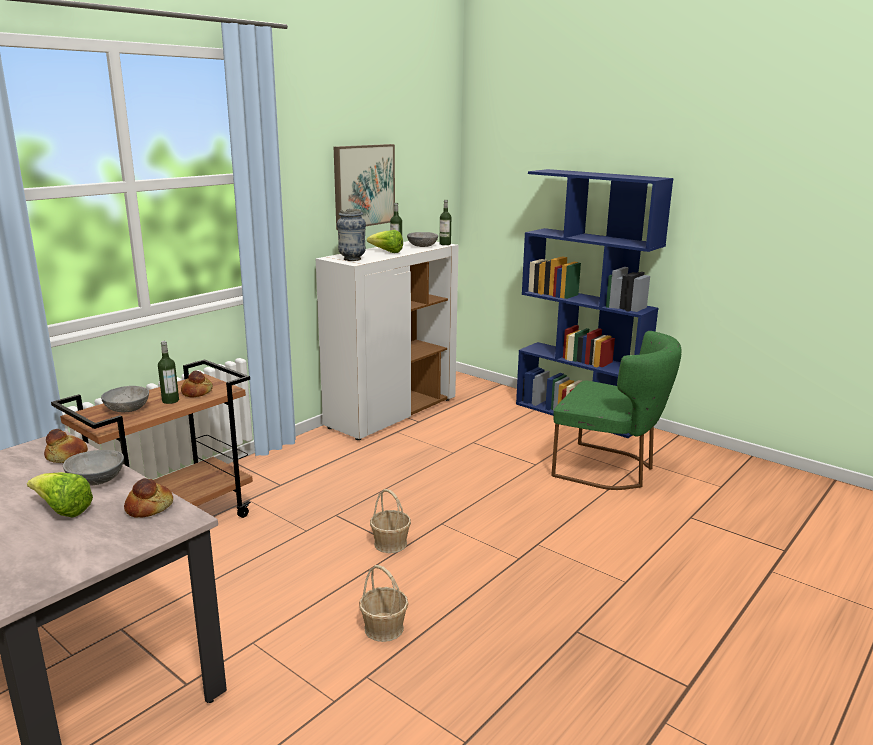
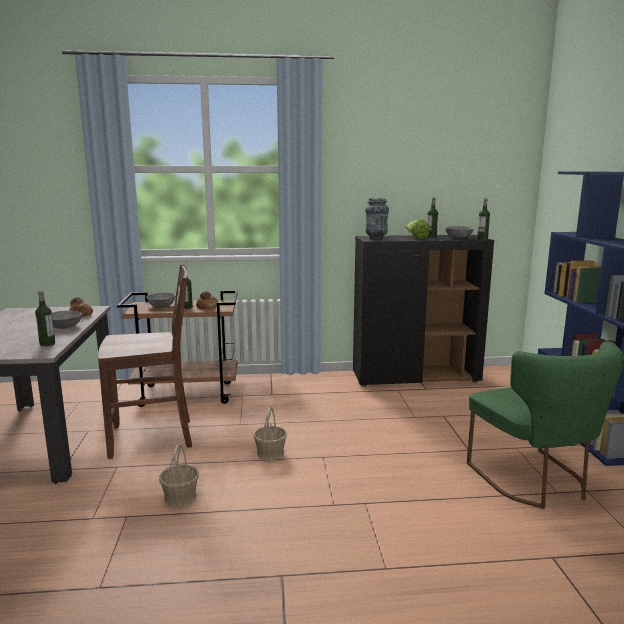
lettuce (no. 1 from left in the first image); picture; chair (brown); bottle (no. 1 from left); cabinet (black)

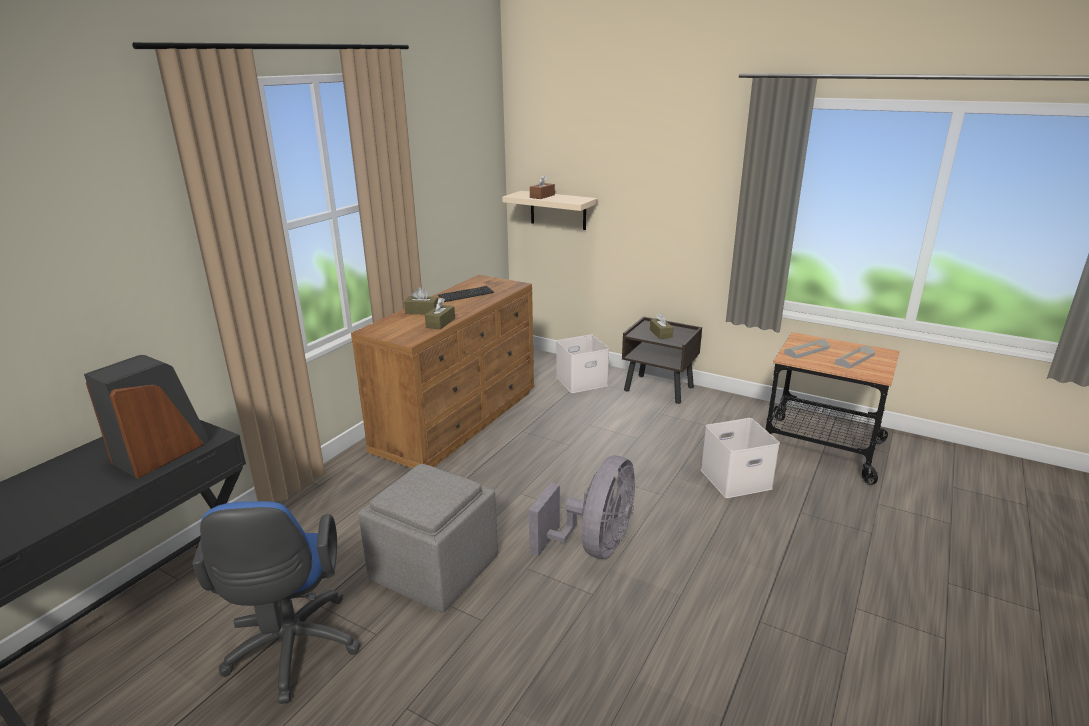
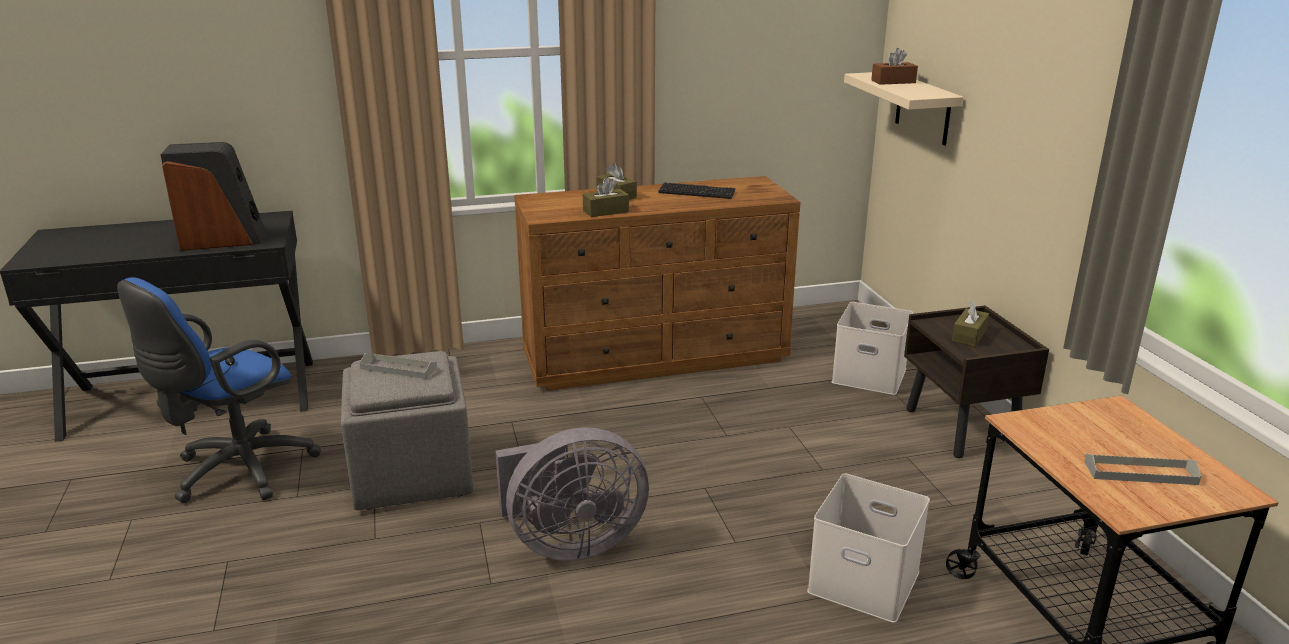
tray (grey) (no. 1 from left)

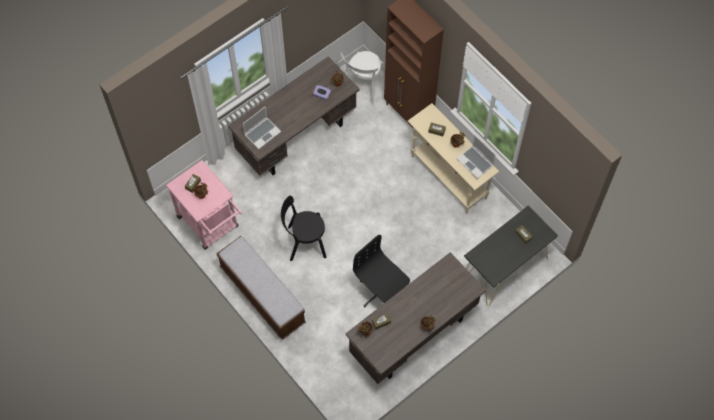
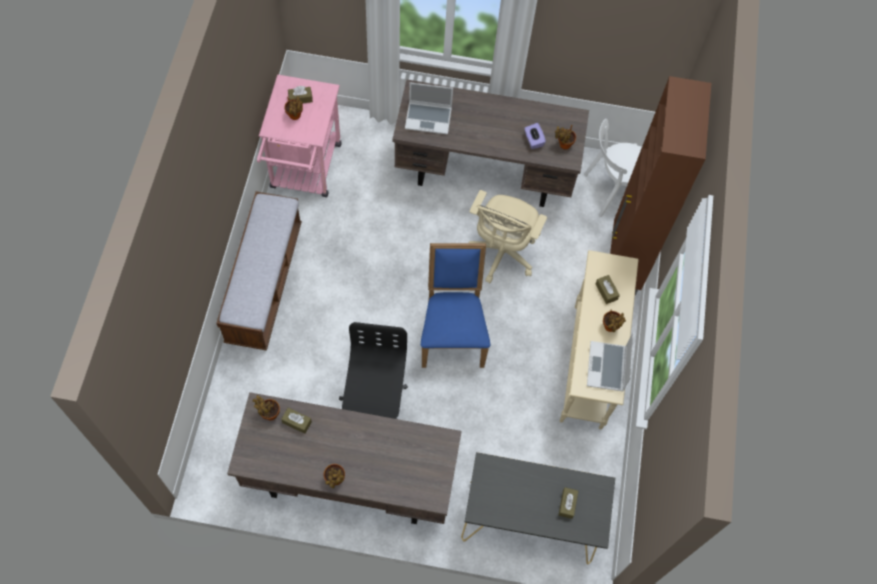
chair (black); chair (blue); office chair (beige)

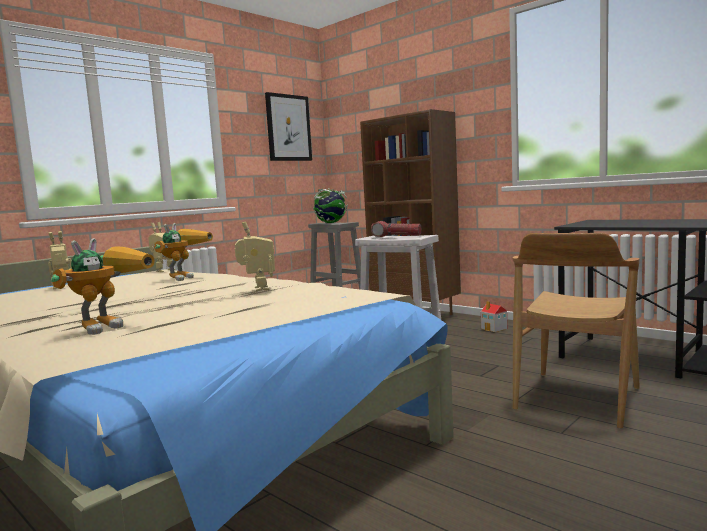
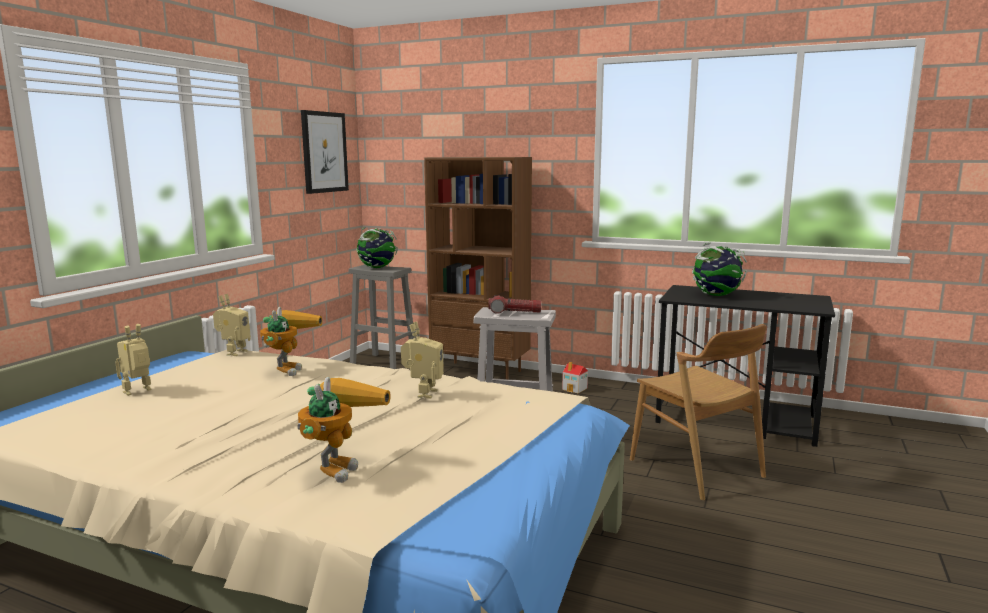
globe (no. 2 from left); toy robot (no. 5 from left); chair (brown)

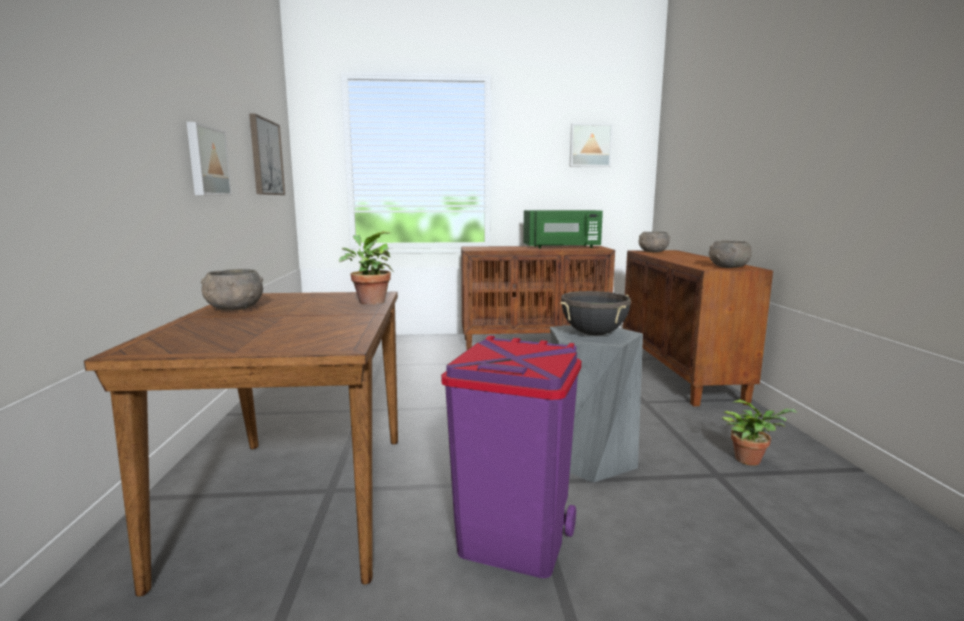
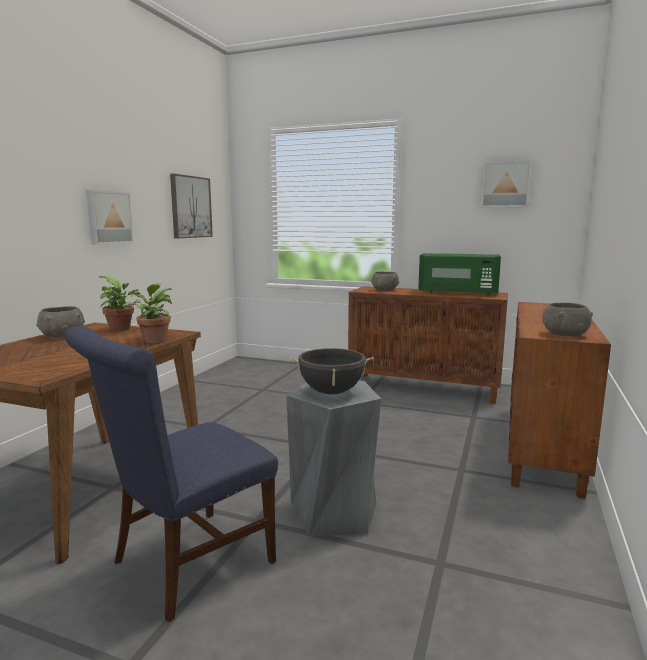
bowl (grey) (no. 2 from left); potted plant (no. 1 from left); chair (blue)

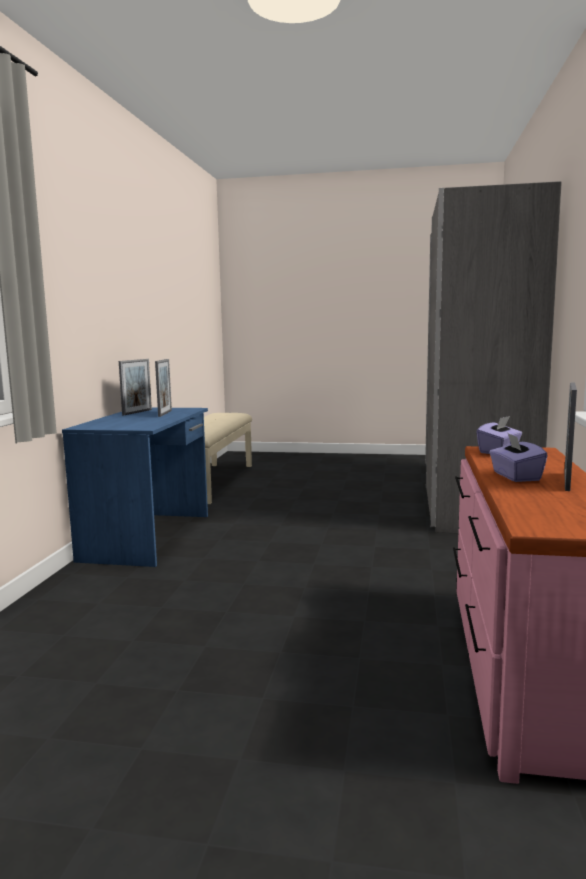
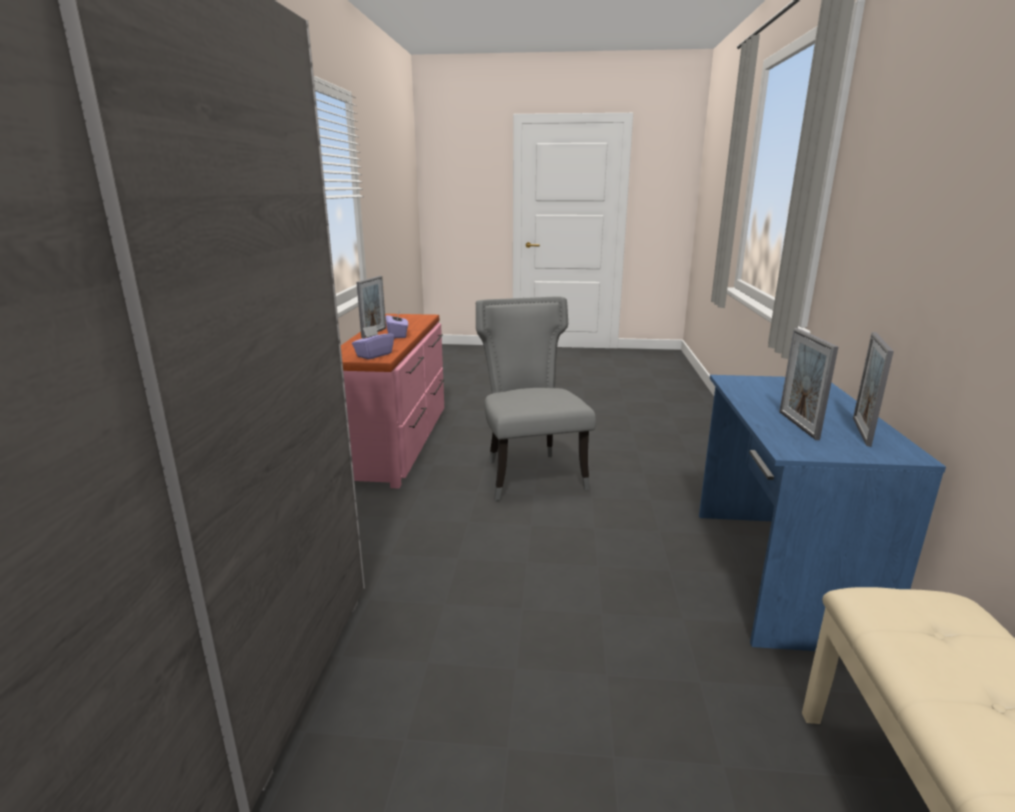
chair (grey)

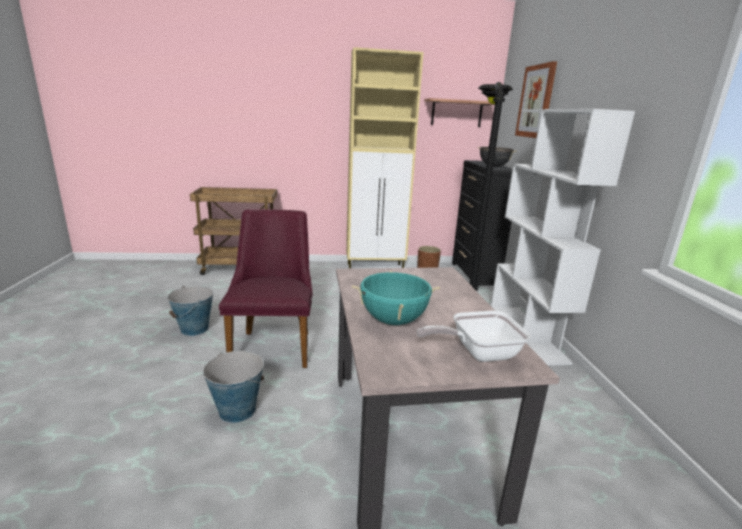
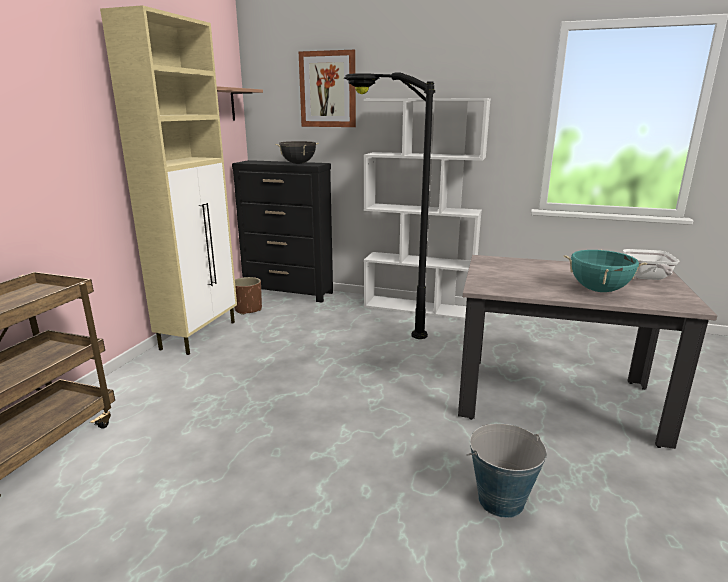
bucket (no. 1 from left in the first image); chair (purple)

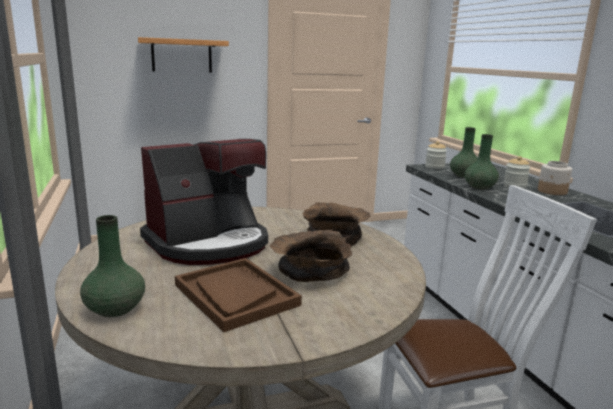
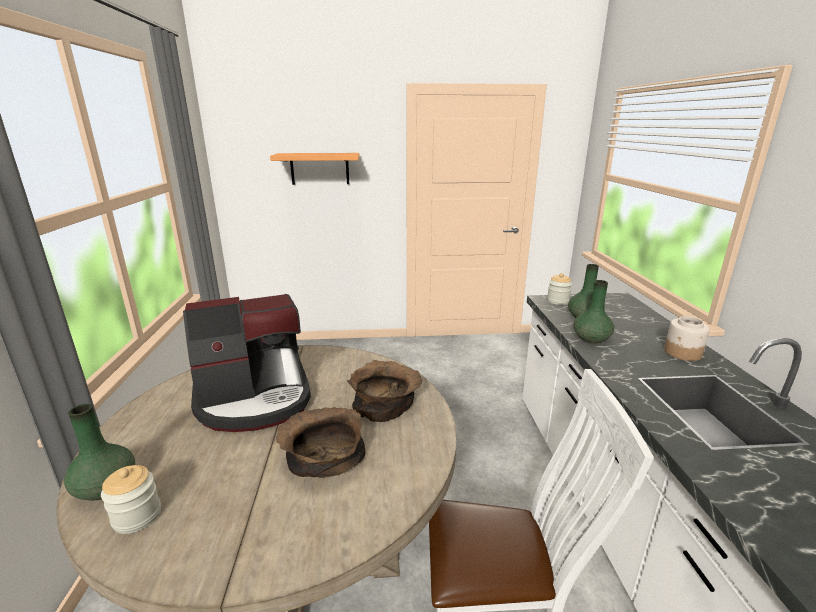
tray (brown); jar (no. 1 from left)

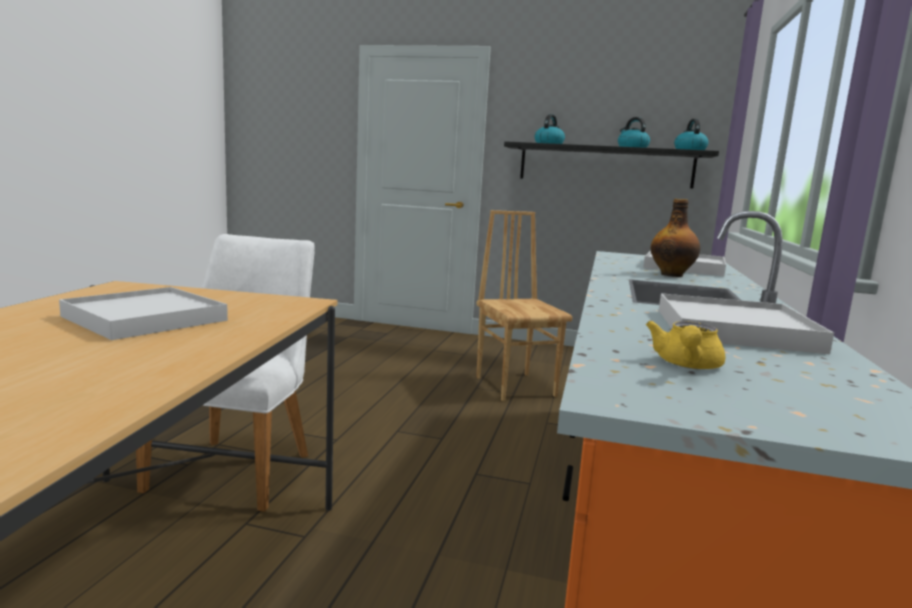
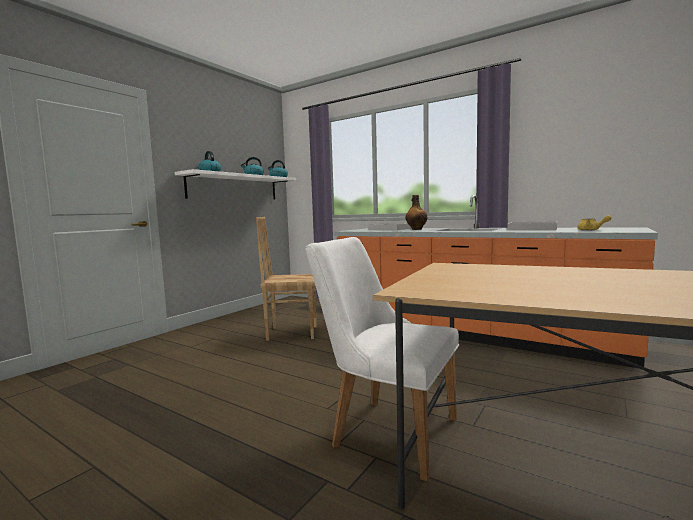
tray (white) (no. 1 from left in the first image); shelf (white)

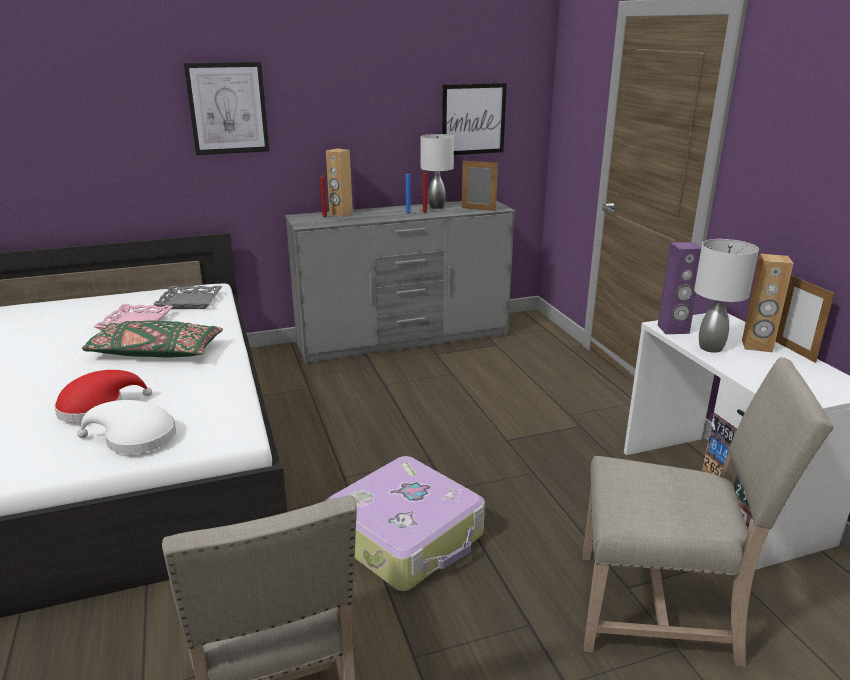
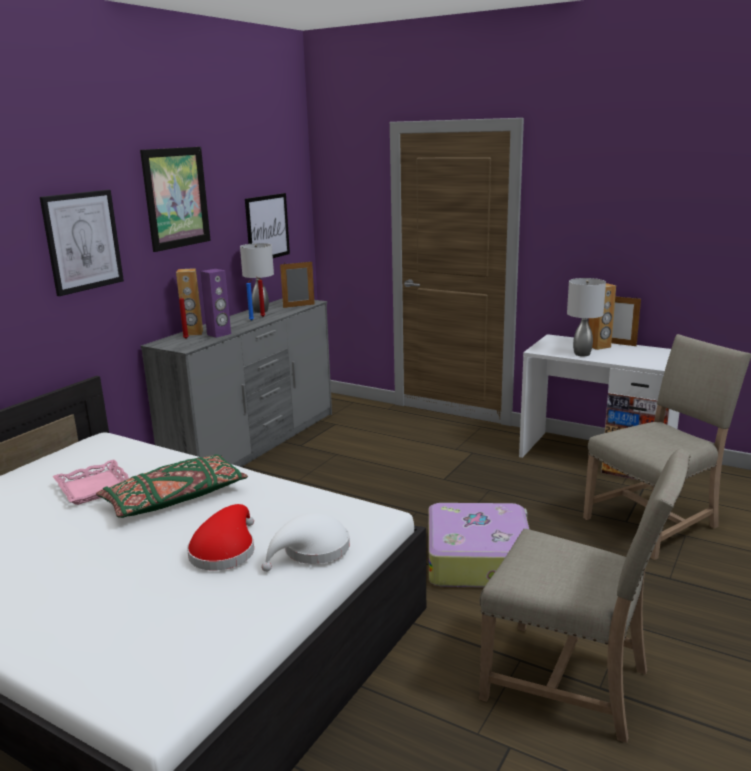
tray (grey); picture (no. 2 from left); speaker (purple)

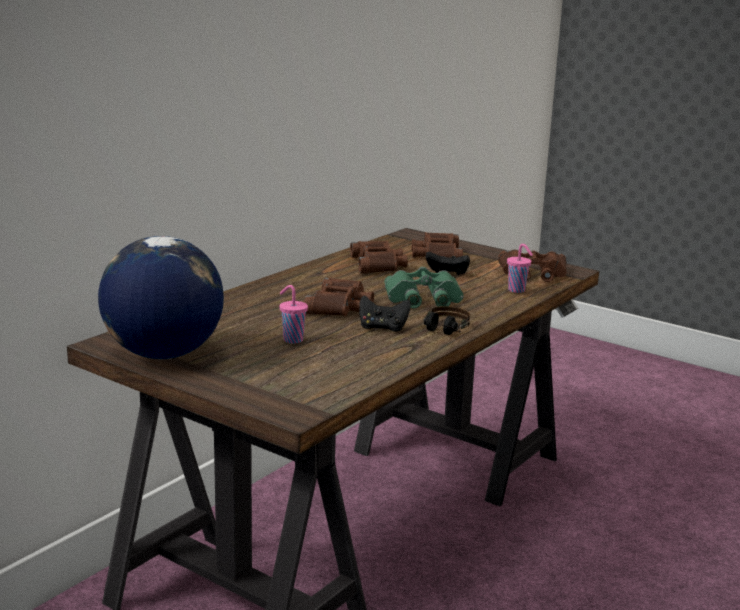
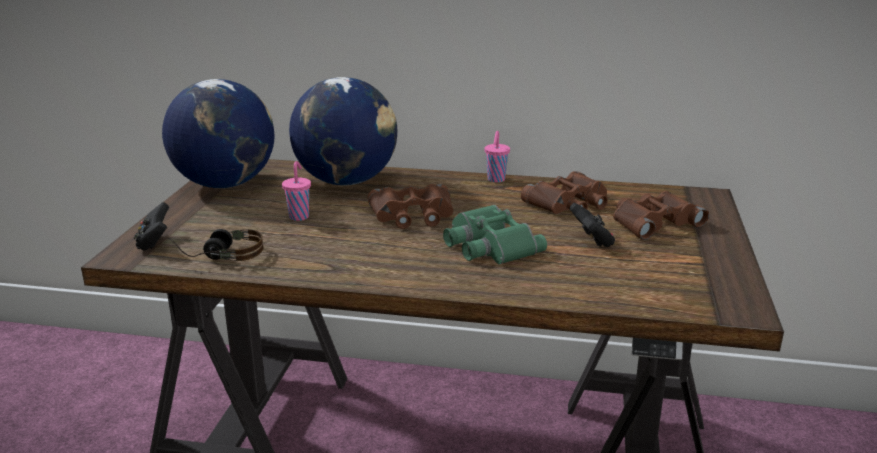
binoculars (brown) (no. 4 from left in the first image); globe (no. 2 from left); game controller (black) (no. 1 from left); headphones; cup (pink) (no. 2 from left)

